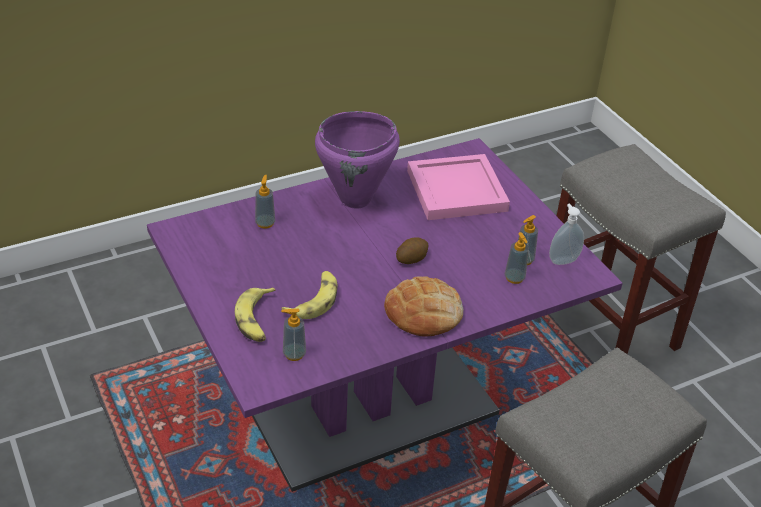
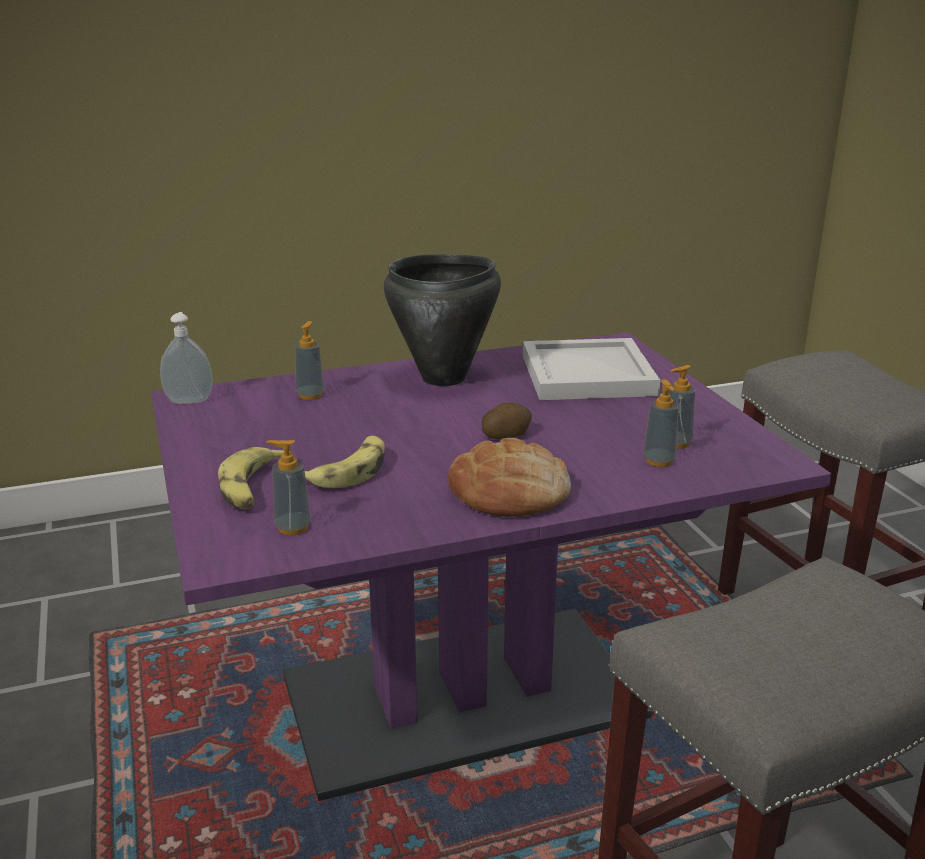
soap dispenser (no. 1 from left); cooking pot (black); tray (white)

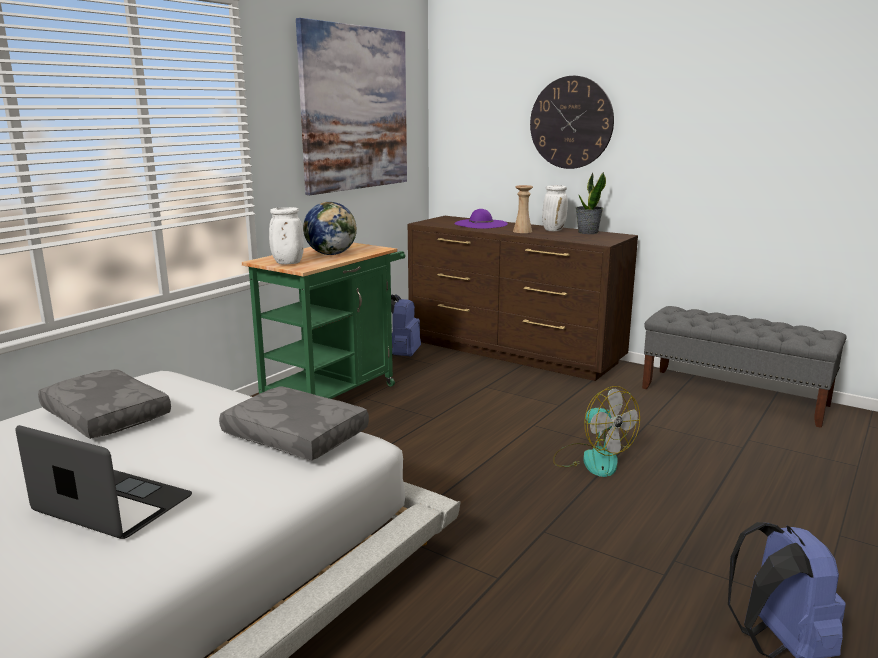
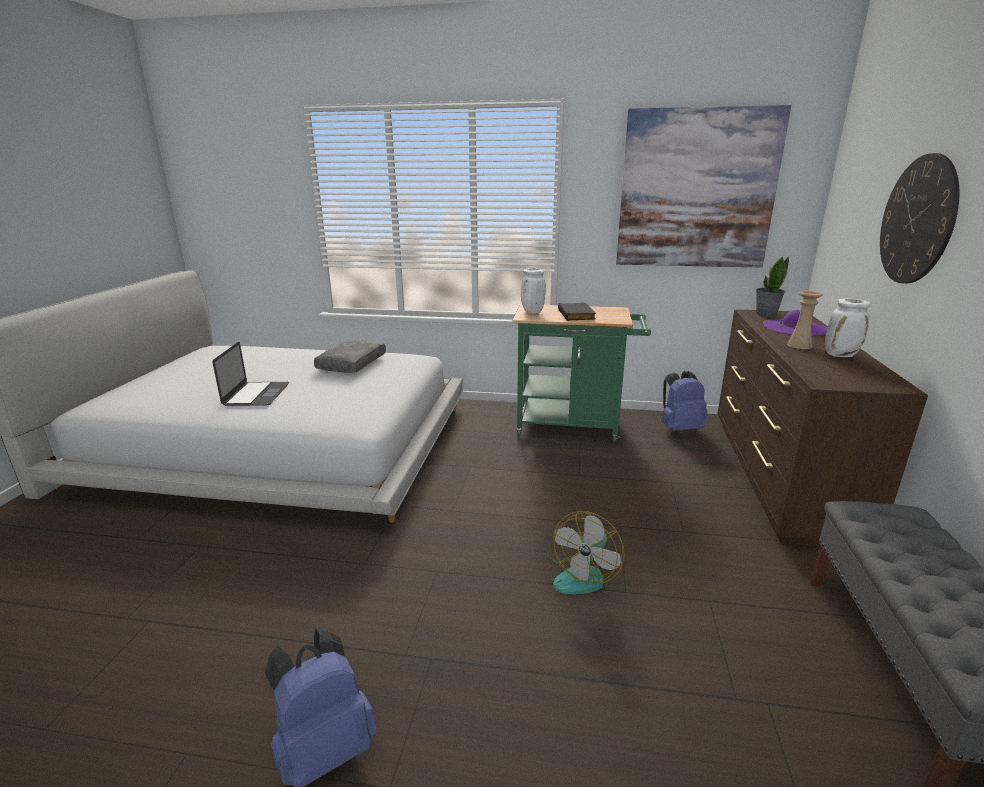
pillow (grey) (no. 2 from left in the first image); potted plant; book (black)

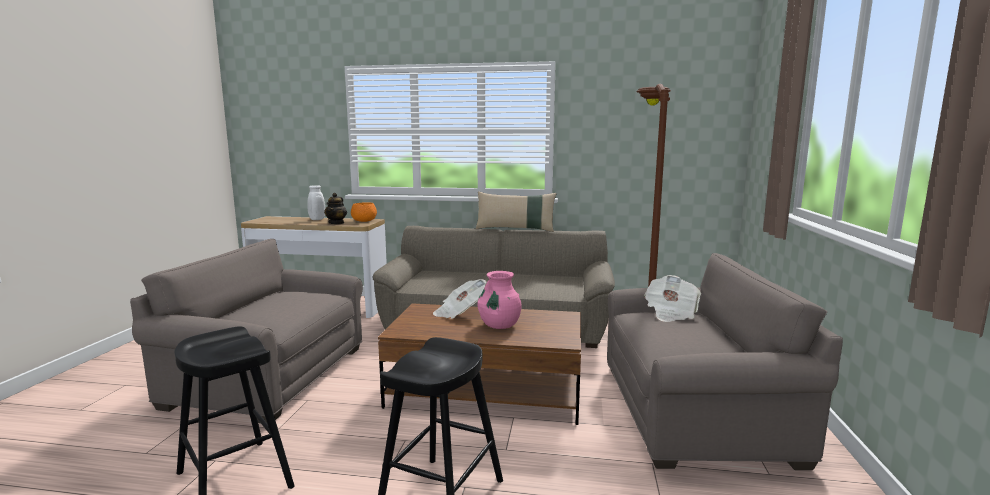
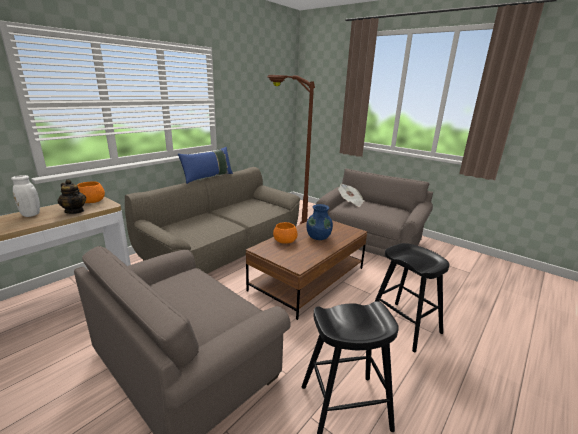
bowl (orange) (no. 2 from left); pillow (blue); vase (blue)

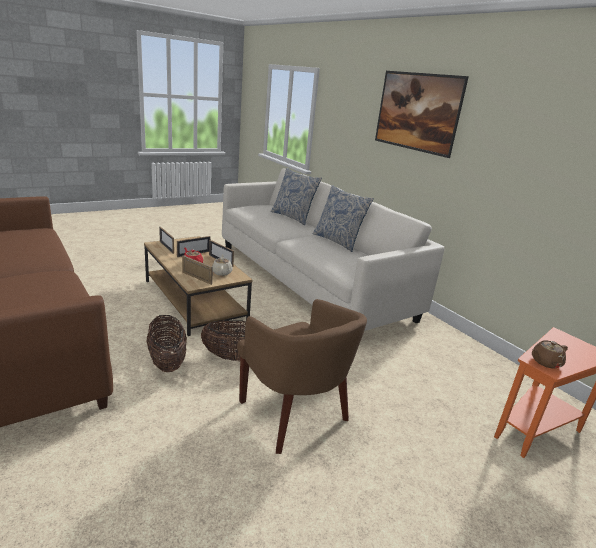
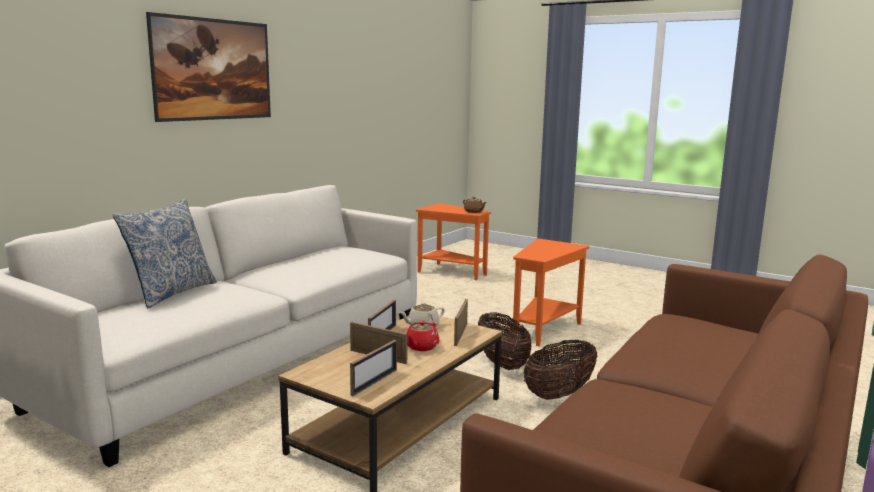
pillow (no. 2 from left in the first image); side table (orange) (no. 2 from left)

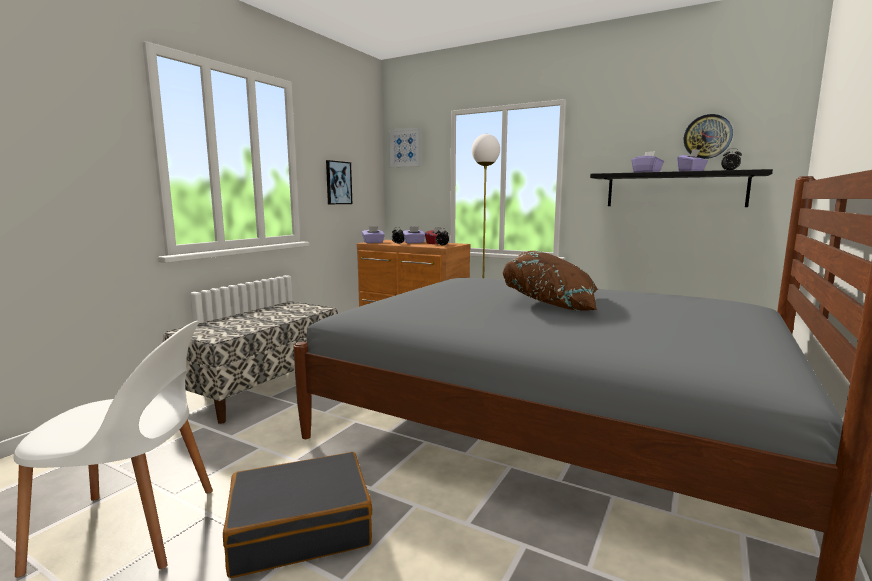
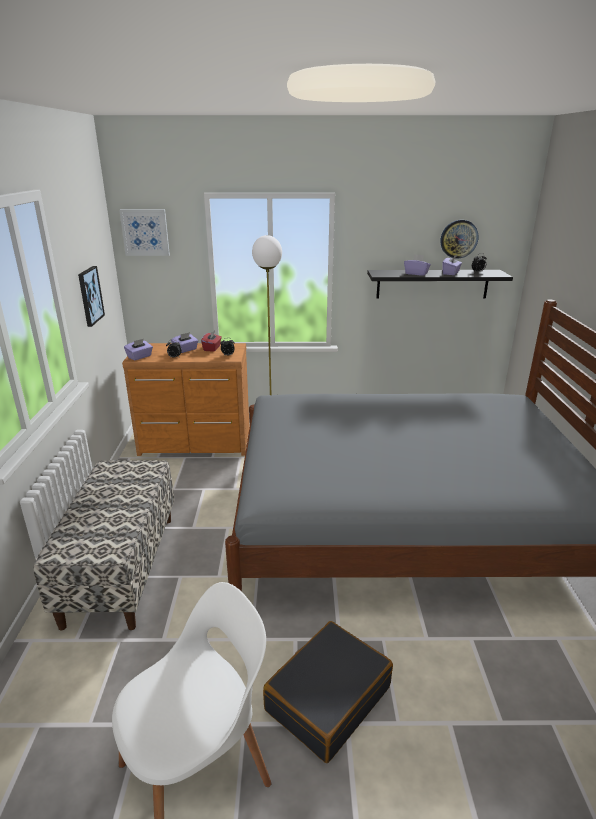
pillow (brown)

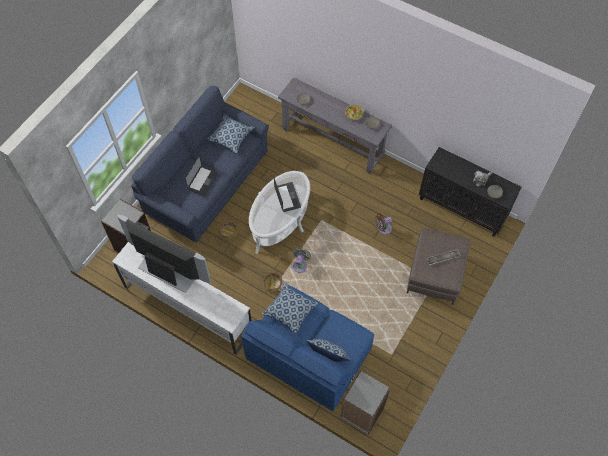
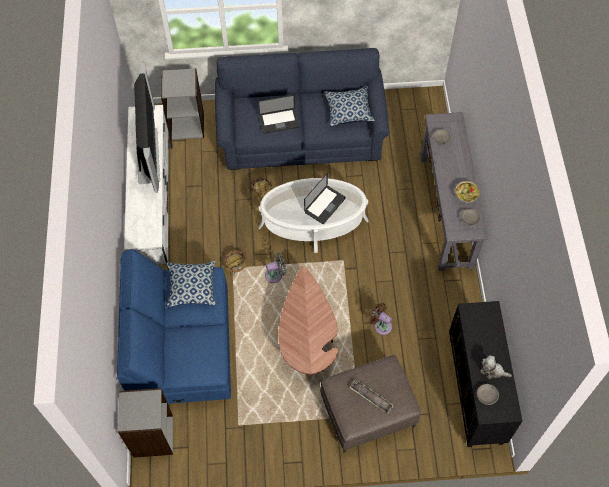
pillow (no. 3 from left in the first image); coffee table (brown)

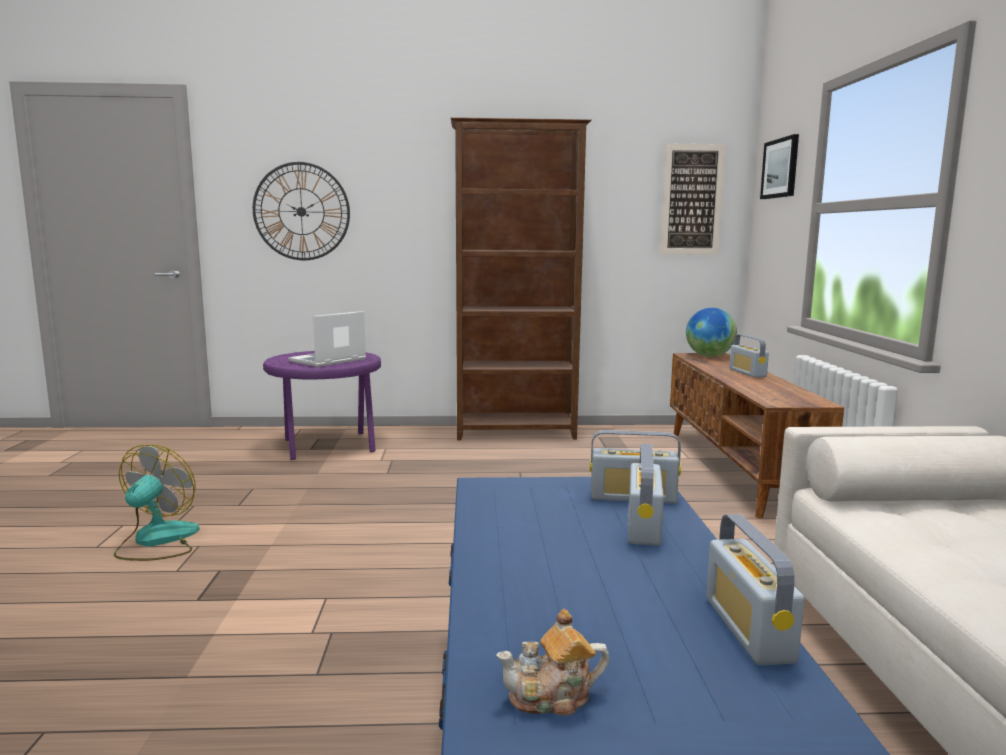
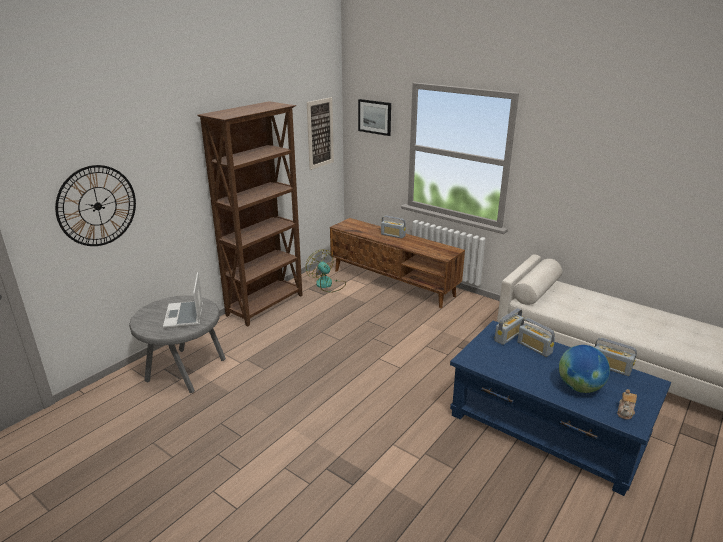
fan; globe; side table (grey)

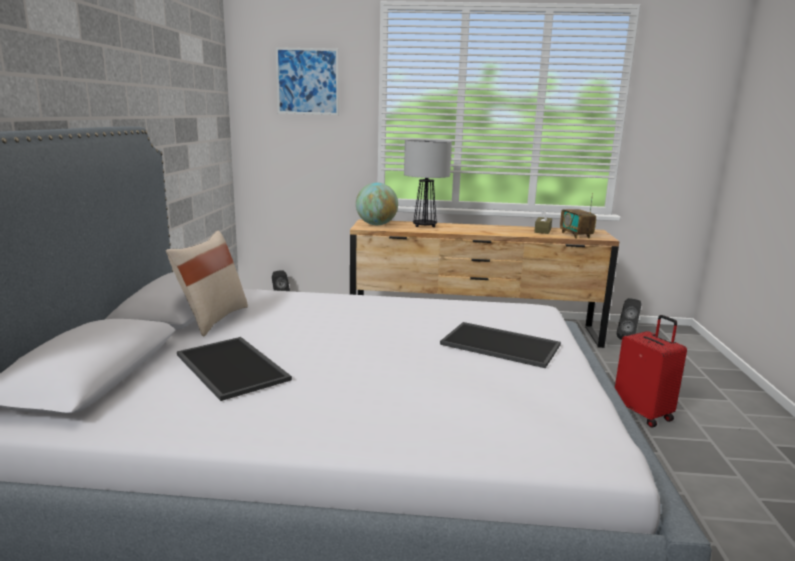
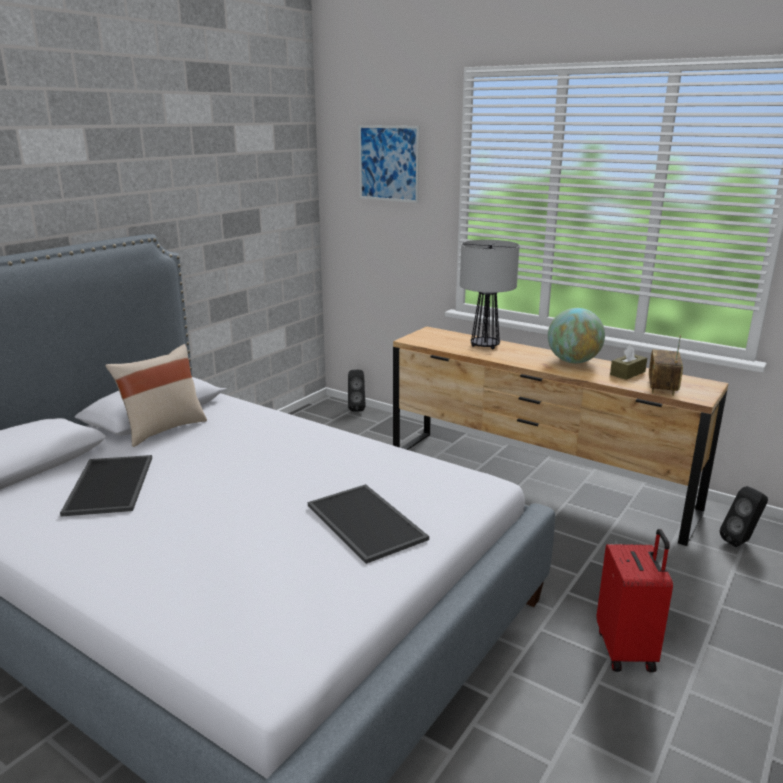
globe

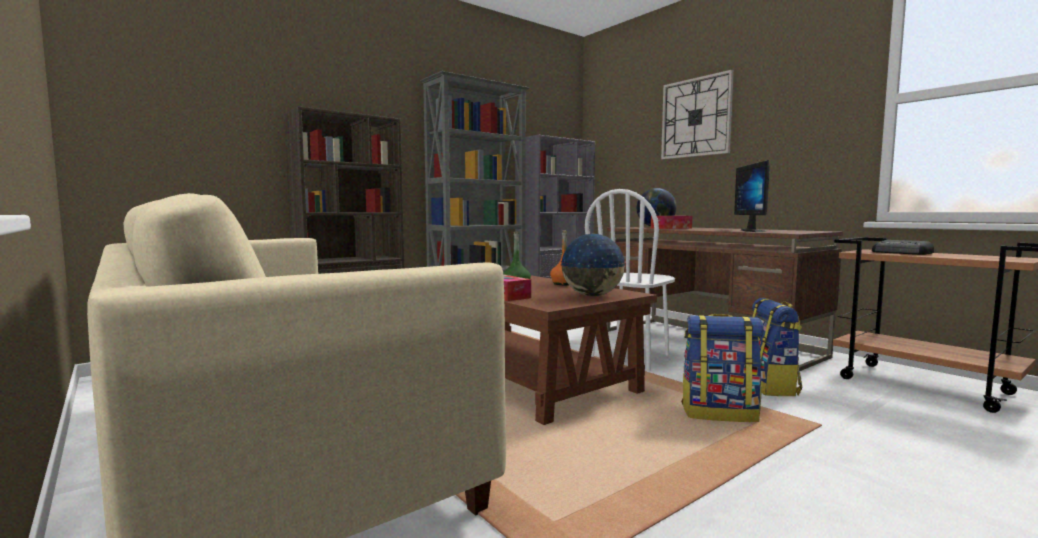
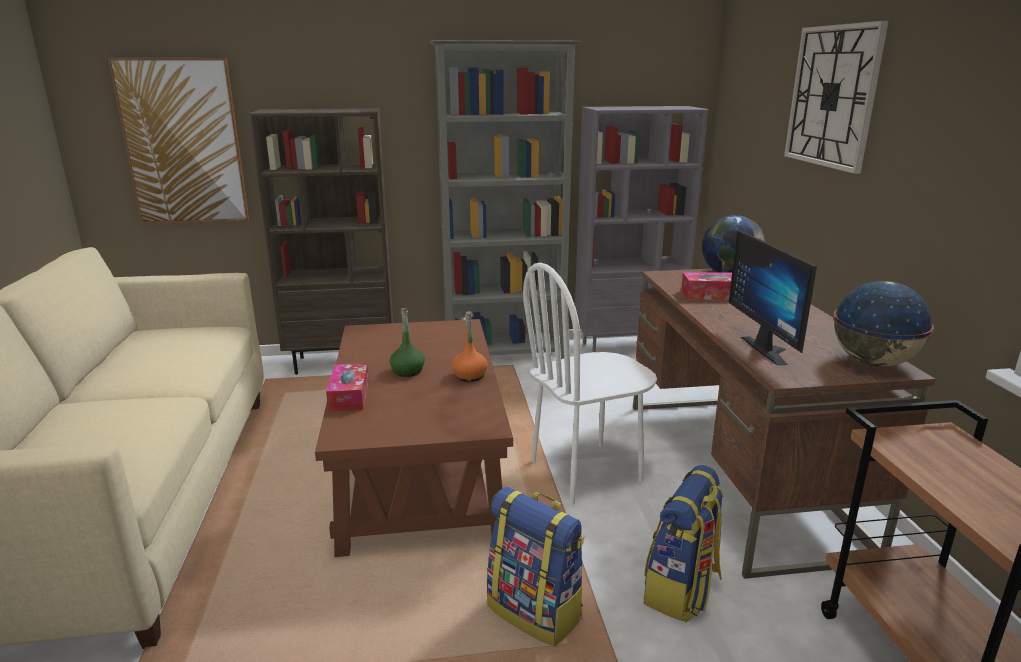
radio; picture; globe (no. 2 from left); monitor

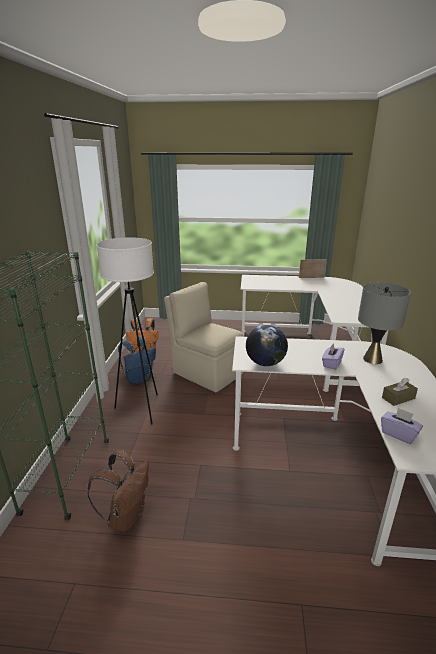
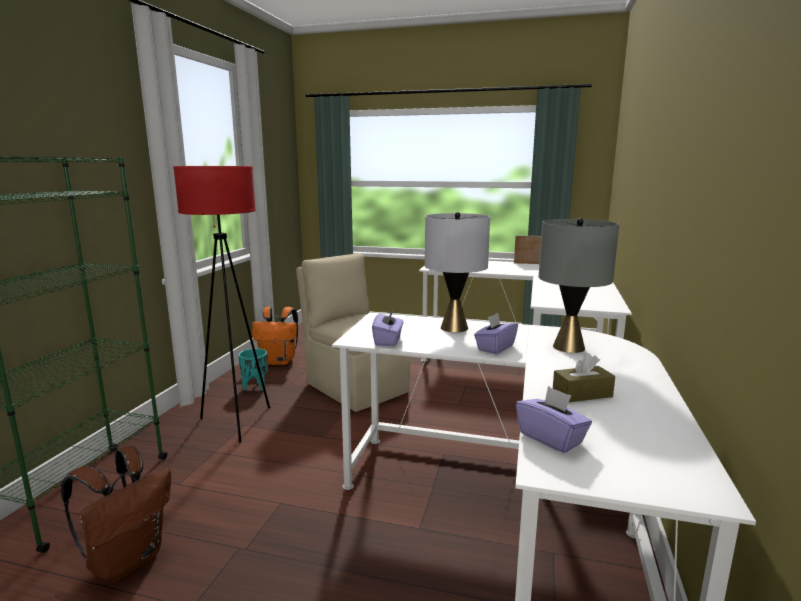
table lamp (grey) (no. 1 from left); planter (turquoise); tissue box (purple) (no. 1 from left); floor lamp (red)

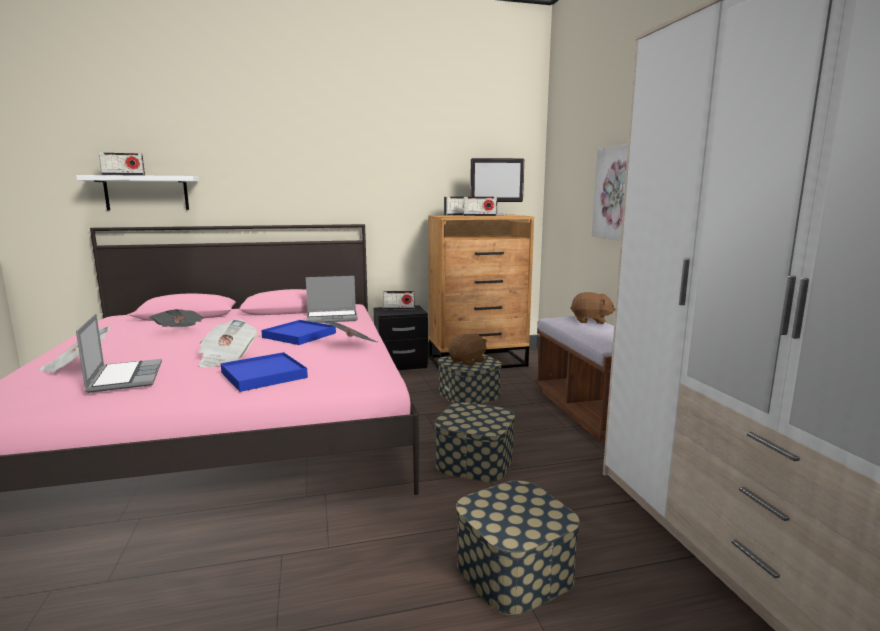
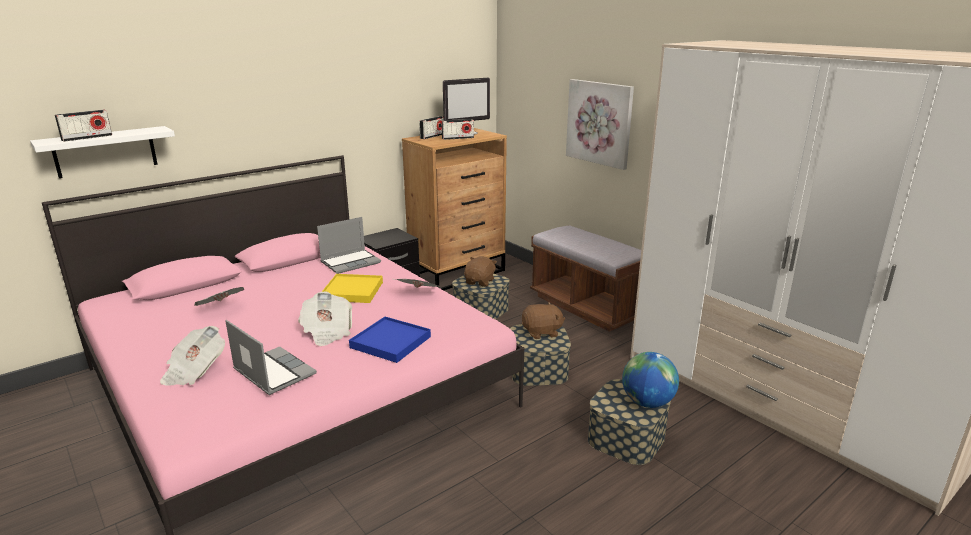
radio (no. 2 from left in the first image); globe; plush toy (brown) (no. 2 from left); tray (yellow)

